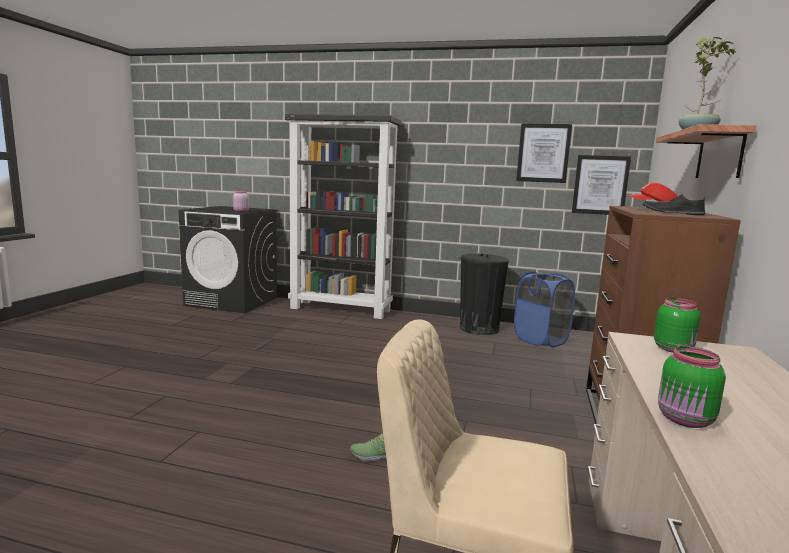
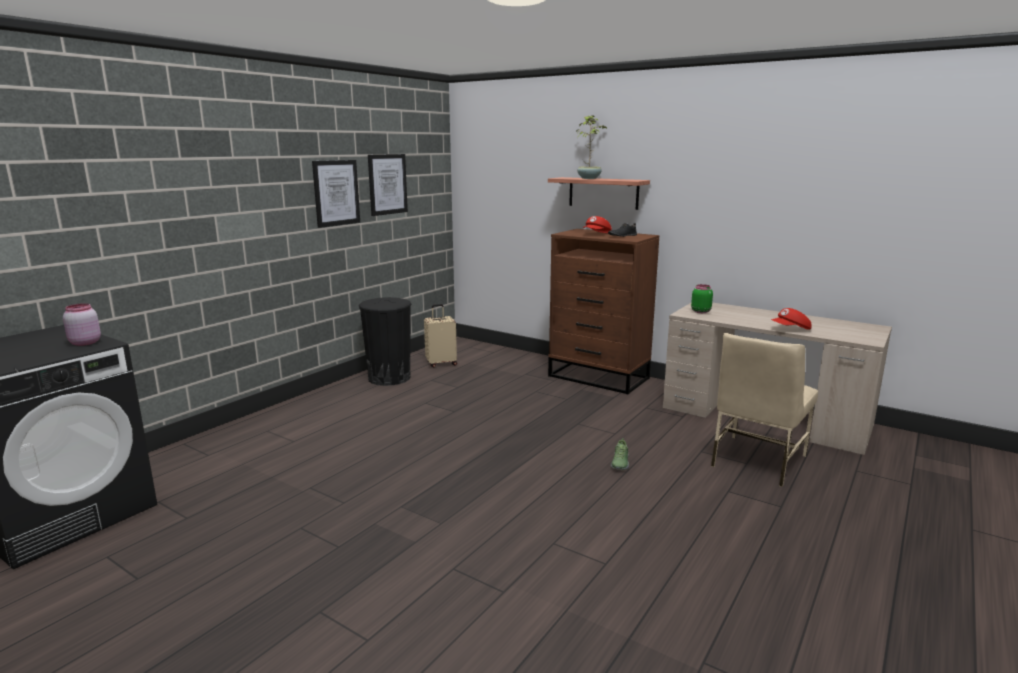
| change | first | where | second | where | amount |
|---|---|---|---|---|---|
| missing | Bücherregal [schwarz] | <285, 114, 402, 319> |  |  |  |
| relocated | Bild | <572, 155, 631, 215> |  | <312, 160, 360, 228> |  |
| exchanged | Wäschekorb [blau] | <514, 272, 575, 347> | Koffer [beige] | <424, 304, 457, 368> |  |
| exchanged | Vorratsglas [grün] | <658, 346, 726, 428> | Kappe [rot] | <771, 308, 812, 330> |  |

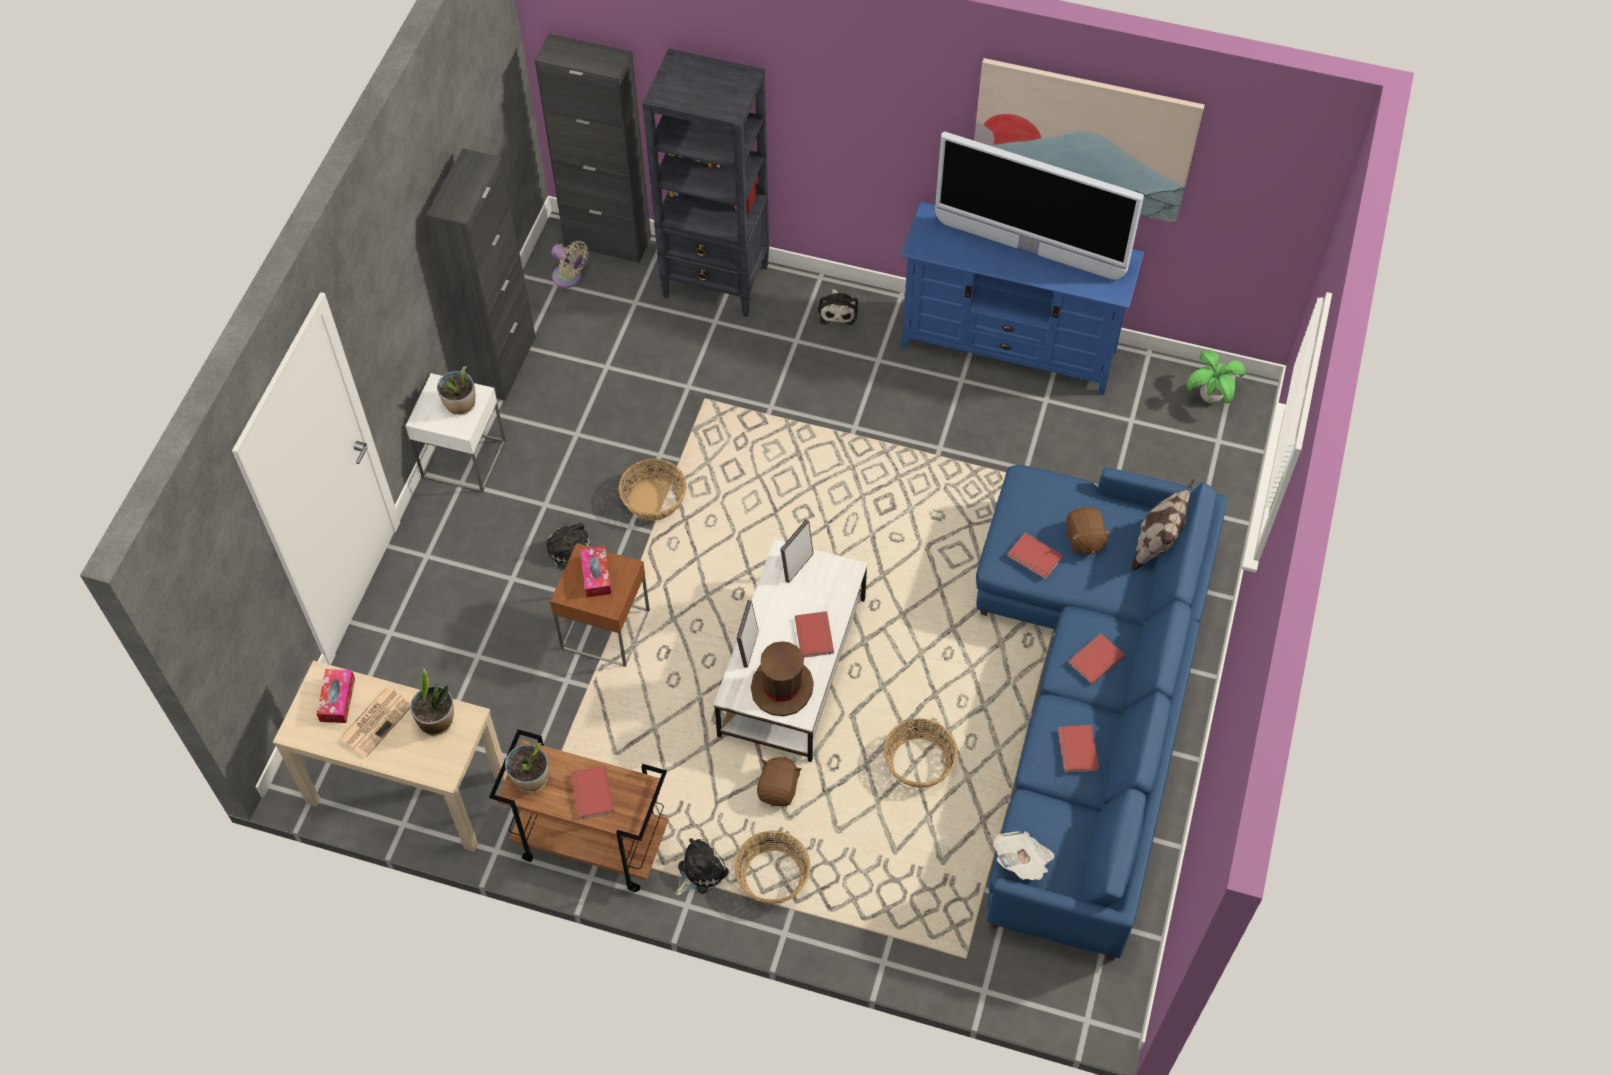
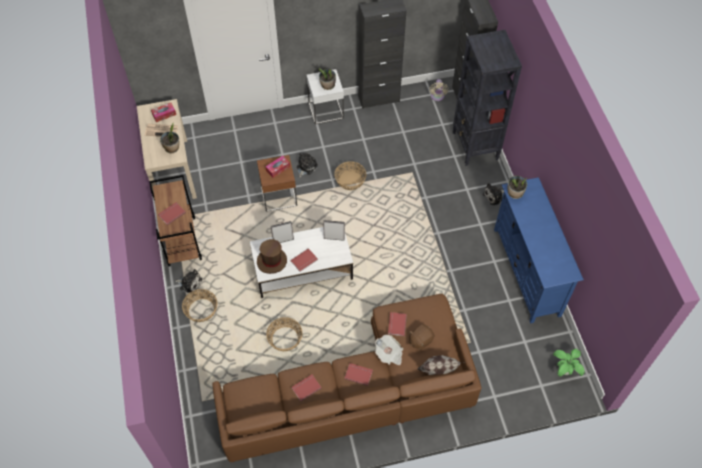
| change | first | where | second | where | amount |
|---|---|---|---|---|---|
| missing | Bild | <974, 58, 1205, 223> |  |  |  |
| missing | Fernseher | <935, 131, 1144, 279> |  |  |  |
| colour | Sofa [blau] | <976, 465, 1227, 961> | Sofa [braun] | <212, 294, 481, 462> |  |
| relocated | Topfpflanze | <505, 743, 549, 793> |  | <507, 176, 527, 199> |  |
| missing | Plüschtier [braun] | <757, 757, 802, 806> |  |  |  |
| relocated | Zeitung | <993, 831, 1055, 880> |  | <375, 335, 403, 365> |  |

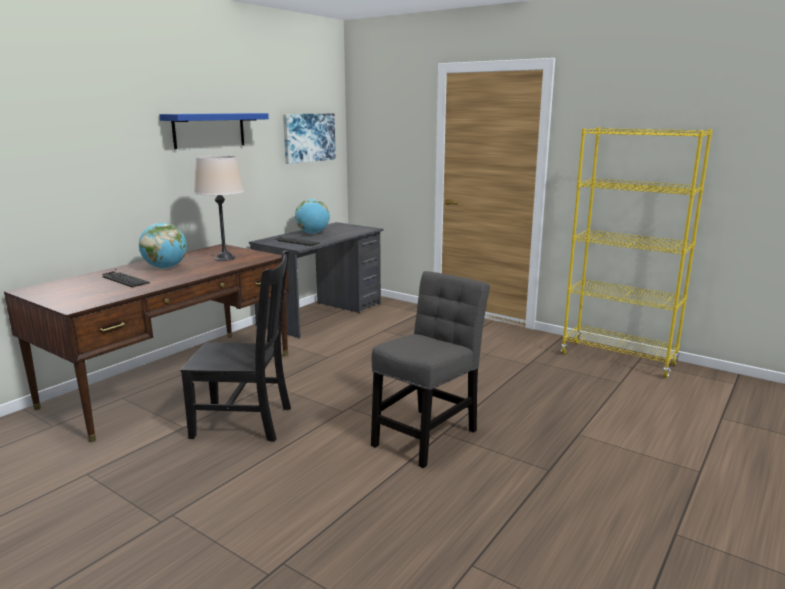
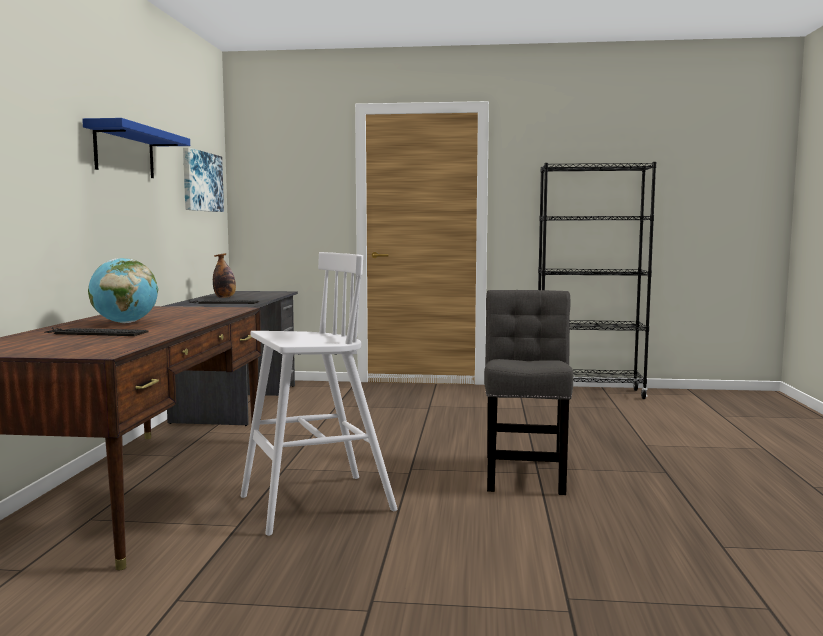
| change | first | where | second | where | amount |
|---|---|---|---|---|---|
| colour | Bücherregal [gelb] | <561, 127, 713, 378> | Bücherregal [schwarz] | <538, 162, 656, 399> |  |
| missing | Tischlampe [beige] | <194, 156, 244, 261> |  |  |  |
| exchanged | Globus | <295, 199, 330, 234> | Flasche | <213, 253, 236, 298> |  |
| exchanged | Stuhl [schwarz] | <180, 250, 291, 442> | Hocker [weiß] | <240, 252, 398, 536> |  |

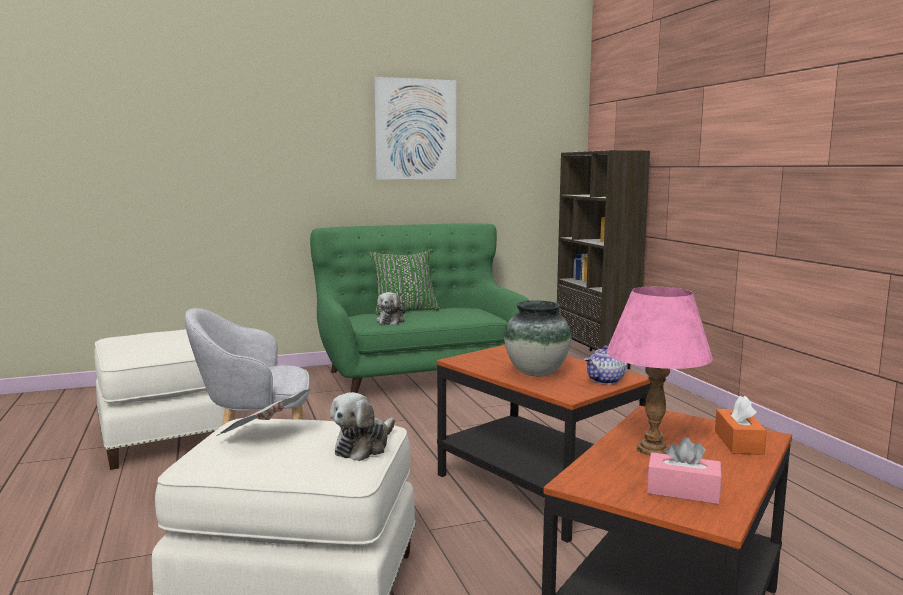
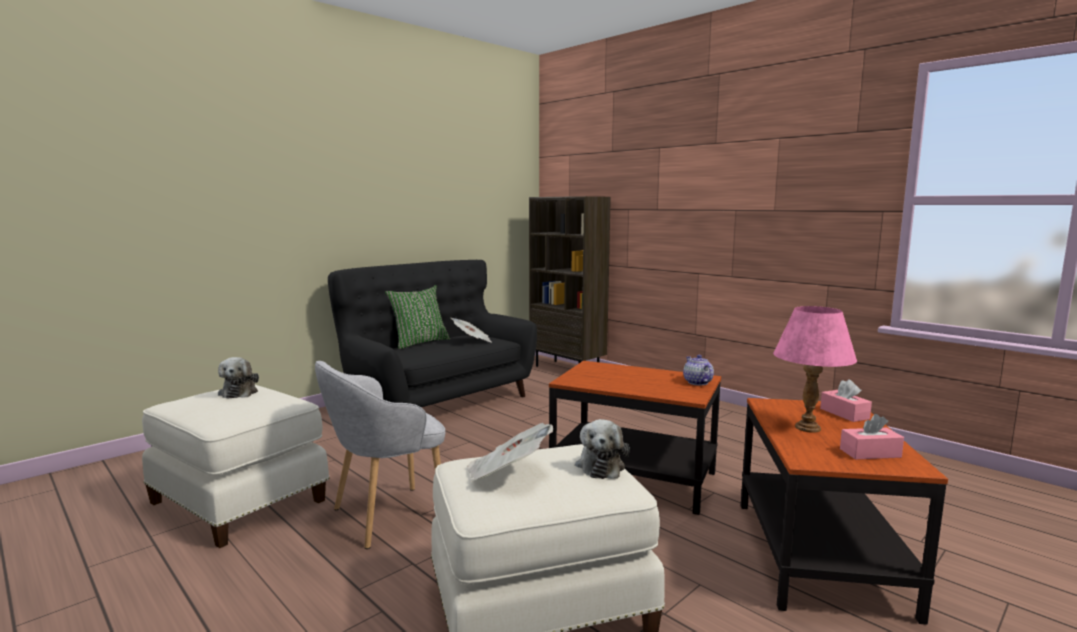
| change | first | where | second | where | amount |
|---|---|---|---|---|---|
| missing | Bild | <374, 77, 456, 180> |  |  |  |
| colour | Sofa [grün] | <310, 223, 529, 393> | Sofa [schwarz] | <328, 260, 537, 407> |  |
| relocated | Plüschtier | <376, 292, 406, 325> |  | <218, 357, 259, 398> |  |
| missing | Vase | <504, 301, 572, 376> |  |  |  |
| spun | Teekanne | <584, 345, 628, 384> |  | <683, 355, 714, 385> | 135 degrees clockwise |
| colour | Taschentuchbox [orange] | <715, 395, 767, 455> | Taschentuchbox [rosa] | <820, 379, 872, 422> |  |
| appeared |  |  | Zeitung | <451, 318, 492, 342> |  |

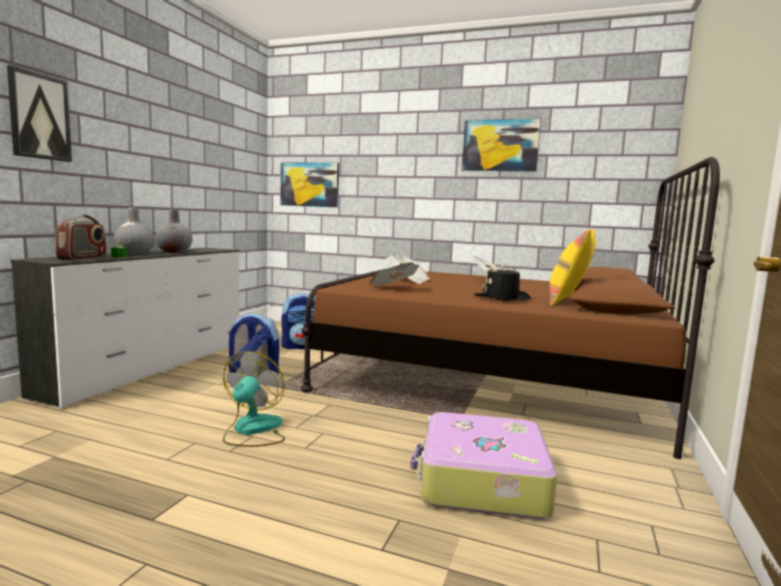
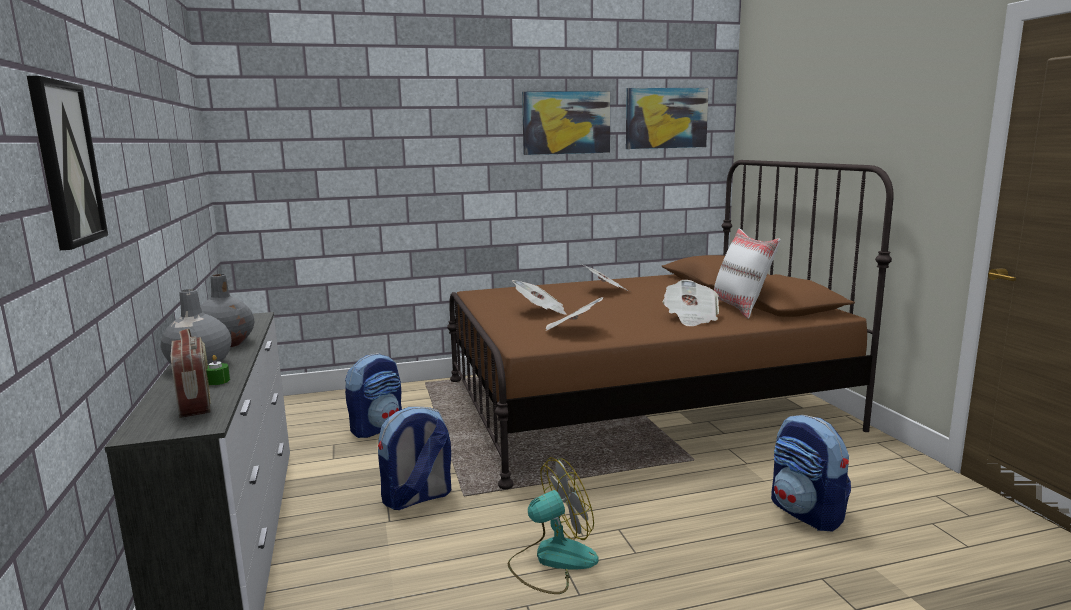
| change | first | where | second | where | amount |
|---|---|---|---|---|---|
| relocated | Bild | <280, 163, 339, 208> |  | <626, 88, 709, 149> |  |
| colour | Kissen [gelb] | <550, 229, 597, 306> | Kissen [weiß] | <714, 228, 781, 319> |  |
| exchanged | Hut [schwarz] | <474, 265, 531, 301> | Zeitung | <663, 280, 719, 326> |  |
| spun | Ventilator | <223, 351, 285, 447> |  | <508, 457, 599, 594> | 90 degrees clockwise |
| exchanged | Koffer | <410, 412, 557, 519> | Rucksack | <771, 415, 851, 532> |  |

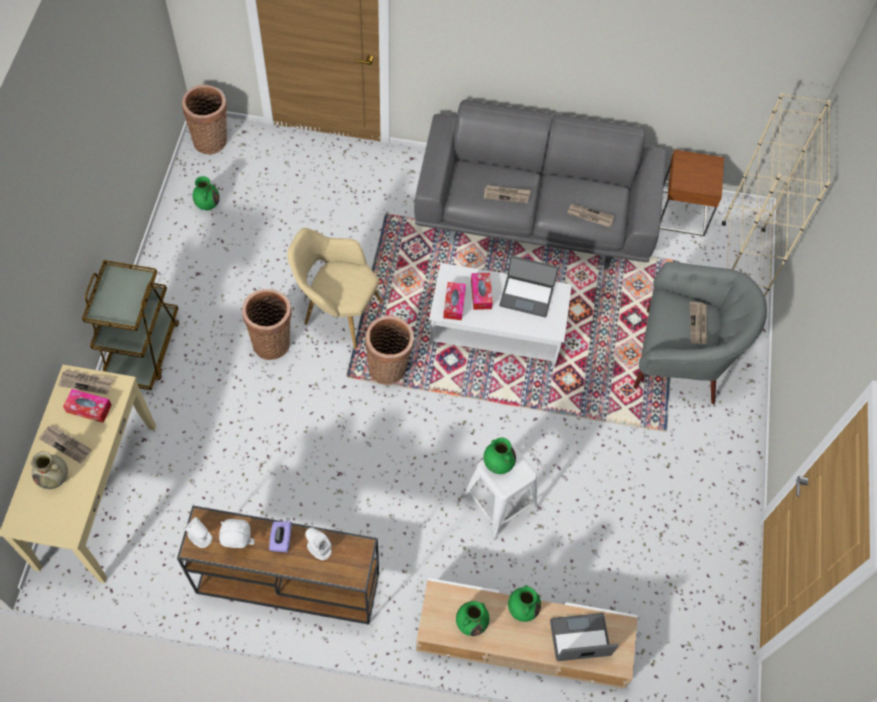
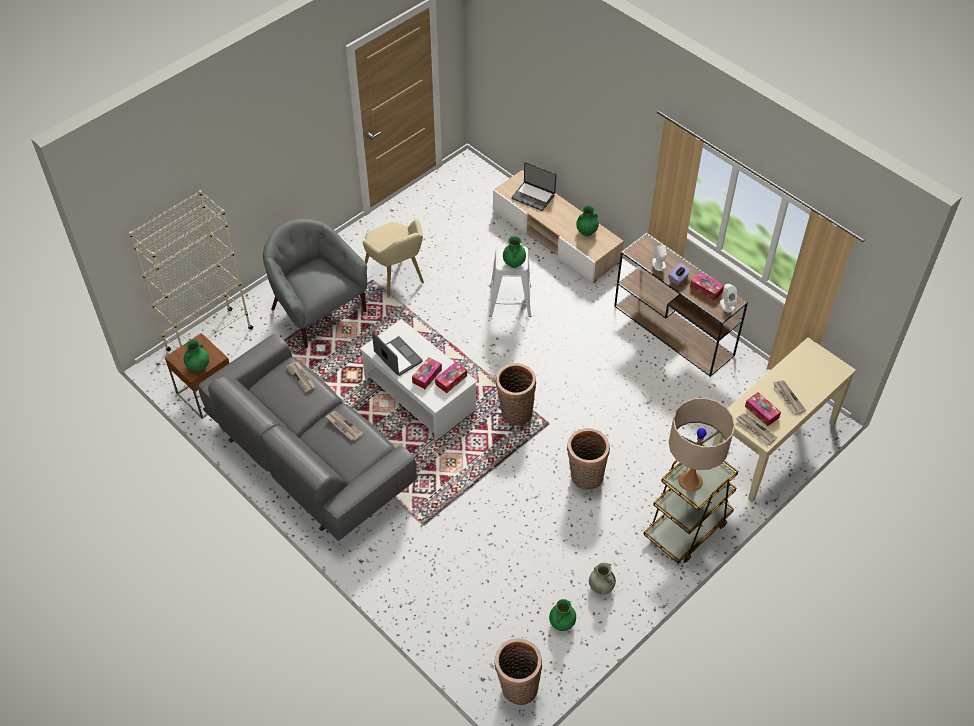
| change | first | where | second | where | amount |
|---|---|---|---|---|---|
| relocated | Sessel [beige] | <288, 228, 382, 349> |  | <363, 219, 424, 298> |  |
| missing | Zeitung | <690, 302, 707, 344> |  |  |  |
| relocated | Vase [beige] | <30, 451, 68, 489> |  | <589, 563, 616, 595> |  |
| exchanged | Plüschtier [weiß] | <219, 519, 255, 548> | Taschentuchbox | <690, 272, 724, 301> |  |
| relocated | Vase [grün] | <508, 585, 541, 622> |  | <184, 340, 209, 372> |  |
| appeared |  |  | Tischlampe [beige] | <669, 398, 735, 491> |  |

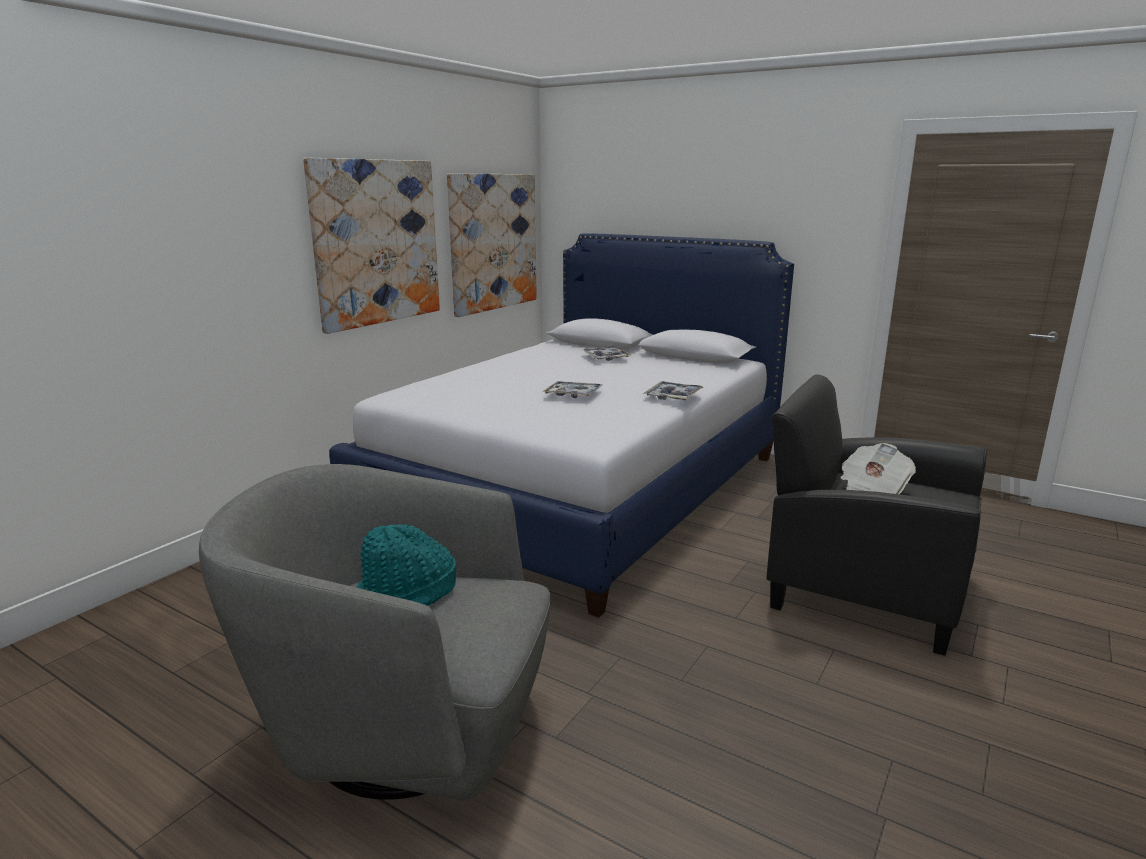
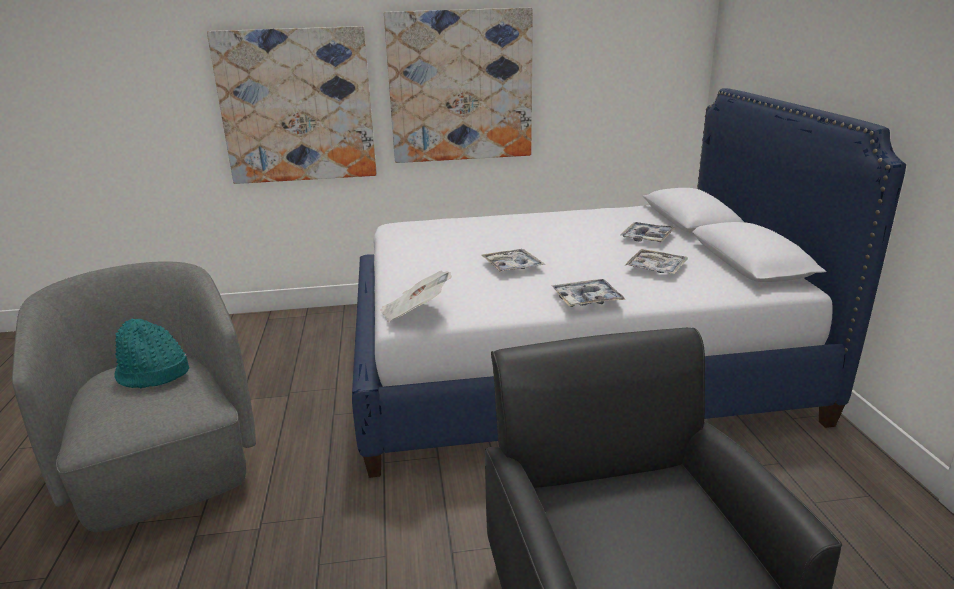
| change | first | where | second | where | amount |
|---|---|---|---|---|---|
| relocated | Bild | <447, 174, 537, 317> |  | <207, 26, 377, 184> |  |
| relocated | Zeitung | <841, 443, 916, 494> |  | <381, 271, 451, 322> |  |
| appeared |  |  | Tablett | <625, 249, 688, 274> |  |

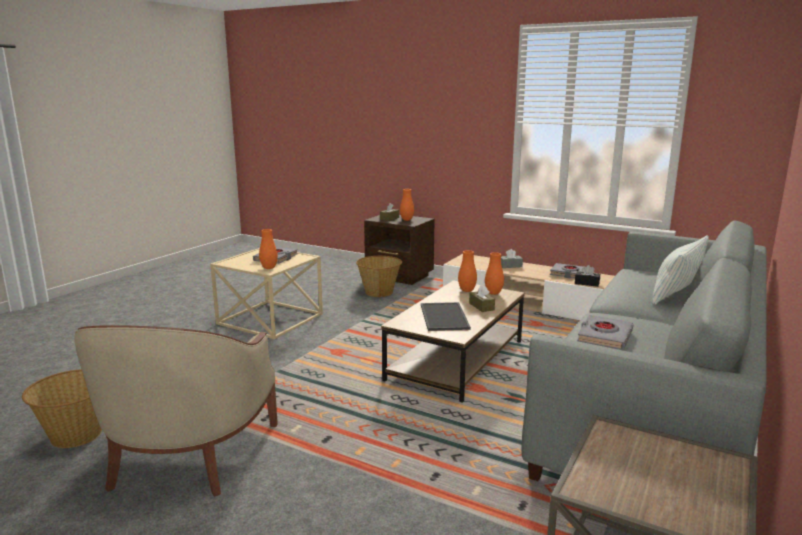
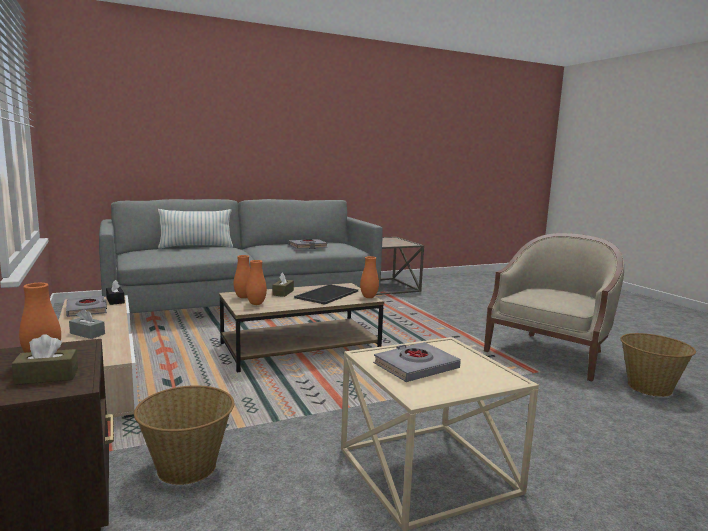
| change | first | where | second | where | amount |
|---|---|---|---|---|---|
| relocated | Vase [orange] | <259, 229, 278, 269> |  | <360, 256, 379, 298> |  |

